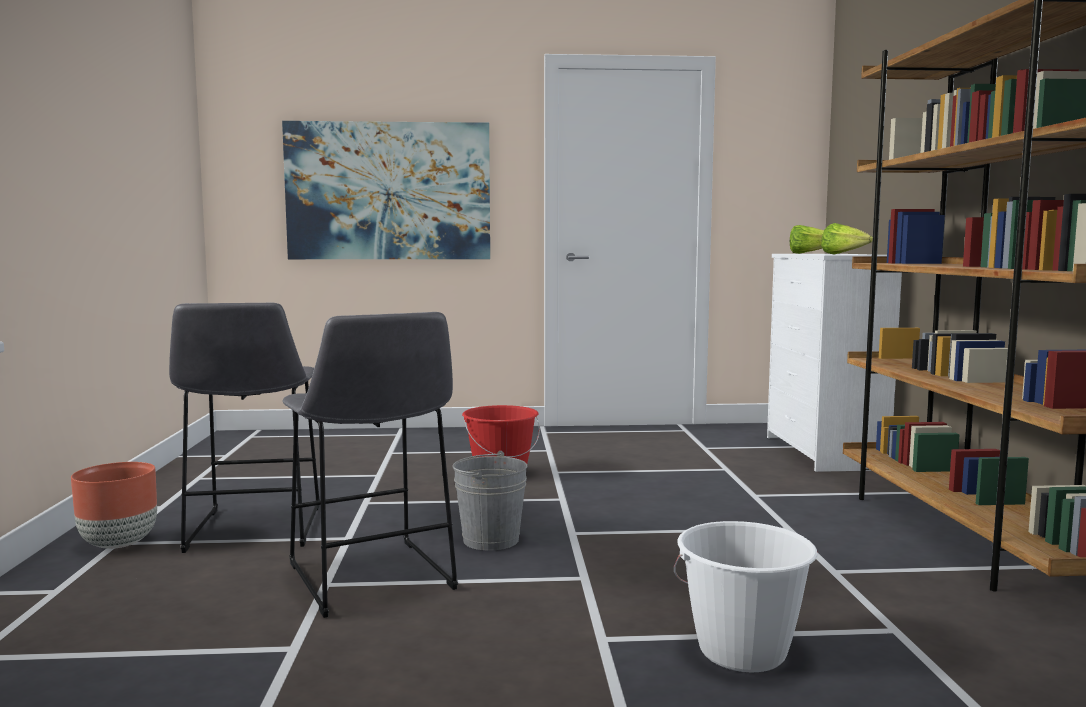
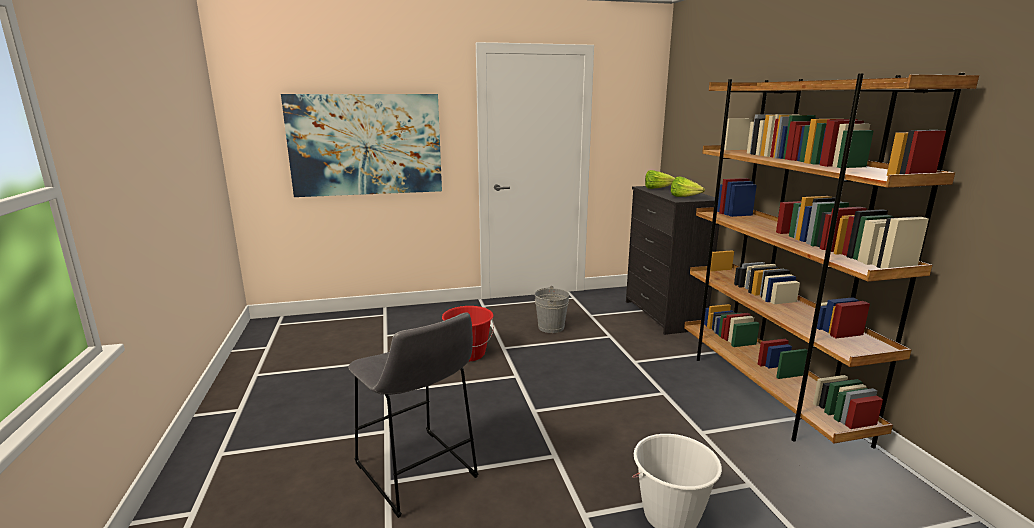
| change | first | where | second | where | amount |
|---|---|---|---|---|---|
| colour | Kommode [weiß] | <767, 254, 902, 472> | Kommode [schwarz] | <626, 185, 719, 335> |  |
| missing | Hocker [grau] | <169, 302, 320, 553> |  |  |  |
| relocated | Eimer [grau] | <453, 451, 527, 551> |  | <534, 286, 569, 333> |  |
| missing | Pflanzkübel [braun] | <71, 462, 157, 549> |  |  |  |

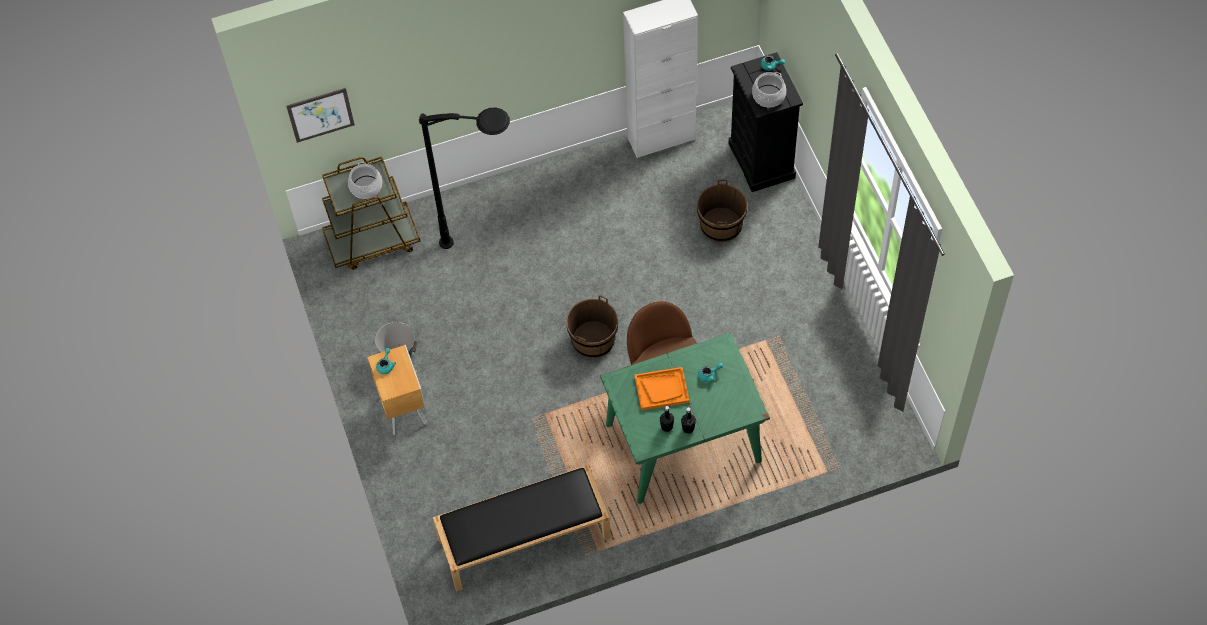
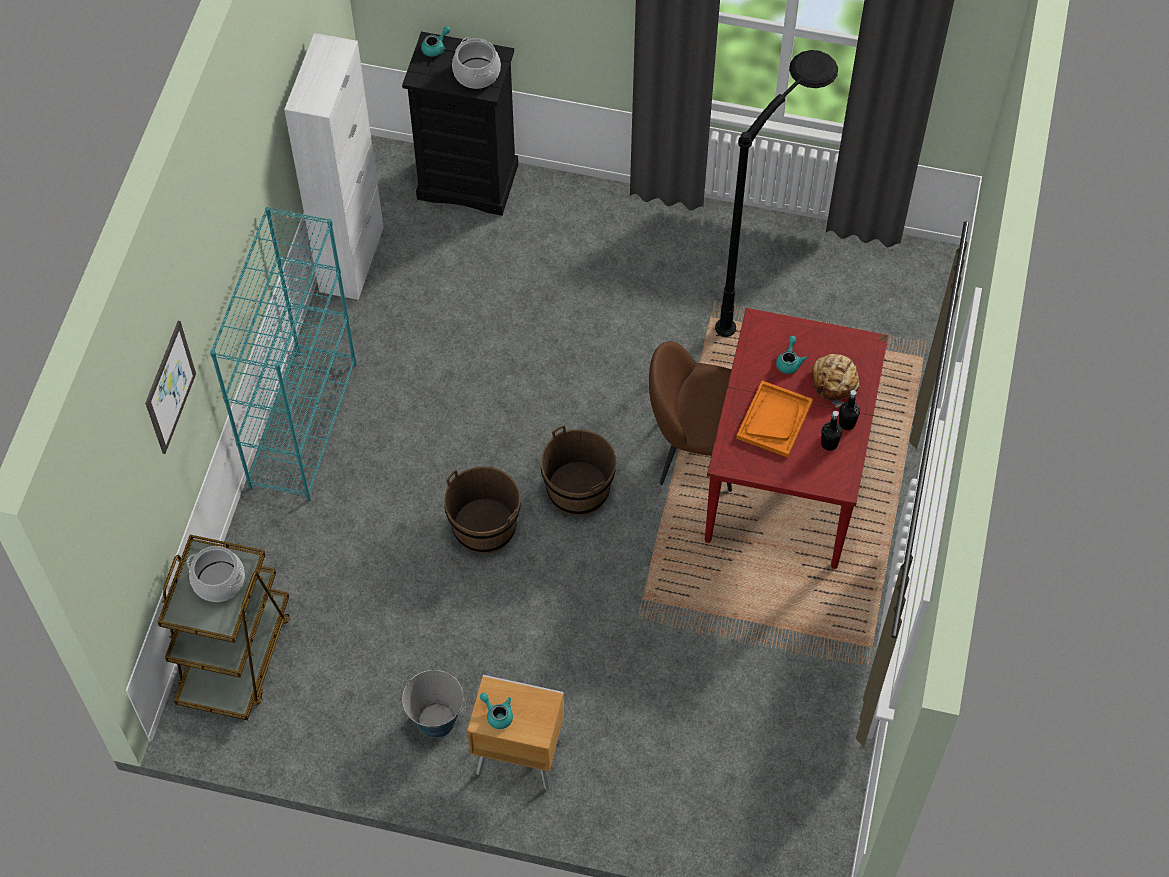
| change | first | where | second | where | amount |
|---|---|---|---|---|---|
| relocated | Bild | <286, 88, 355, 143> |  | <145, 321, 196, 454> |  |
| relocated | Stehlampe [schwarz] | <419, 108, 510, 249> |  | <715, 50, 838, 337> |  |
| relocated | Eimer [braun] | <697, 179, 747, 242> |  | <444, 467, 521, 554> |  |
| colour | Esstisch [grün] | <600, 332, 770, 504> | Esstisch [rot] | <705, 308, 889, 569> |  |
| missing | Bank [schwarz] | <433, 465, 611, 592> |  |  |  |
| appeared |  |  | Bücherregal [türkis] | <210, 207, 357, 501> |  |
| appeared |  |  | Brot | <811, 354, 860, 408> |  |

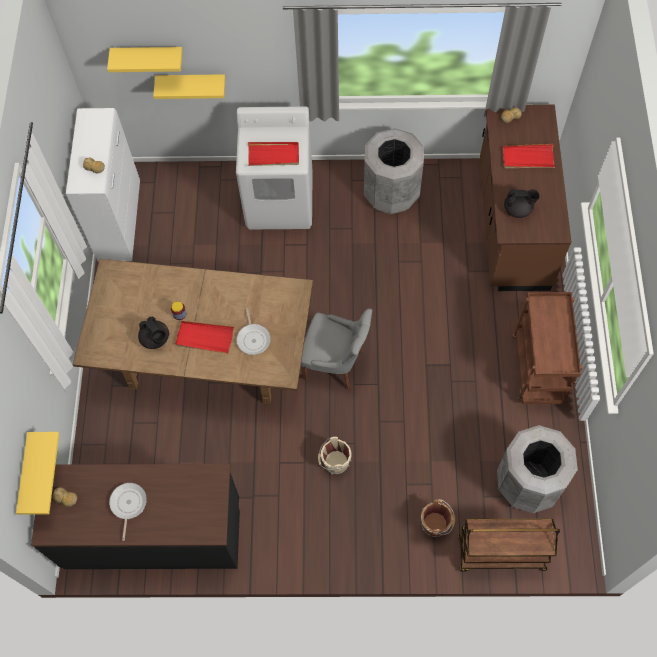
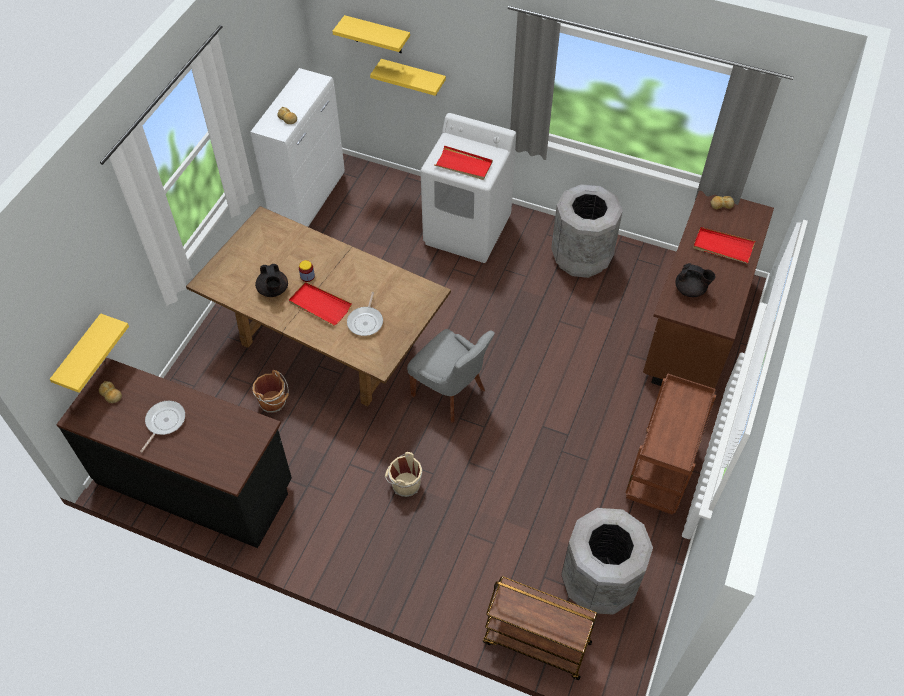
| change | first | where | second | where | amount |
|---|---|---|---|---|---|
| relocated | Eimer [braun] | <421, 499, 455, 537> |  | <253, 370, 289, 413> |  |

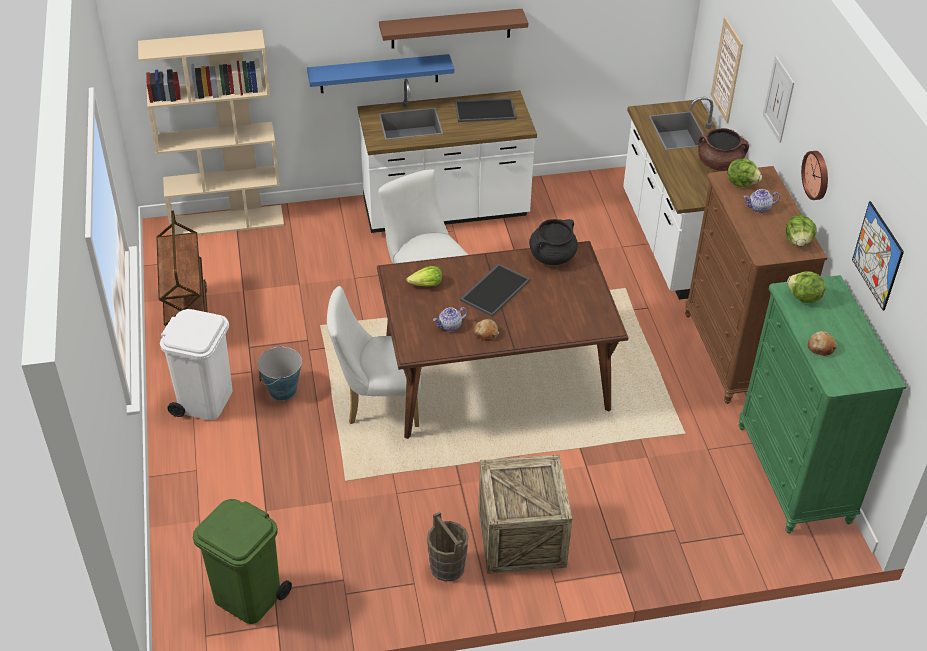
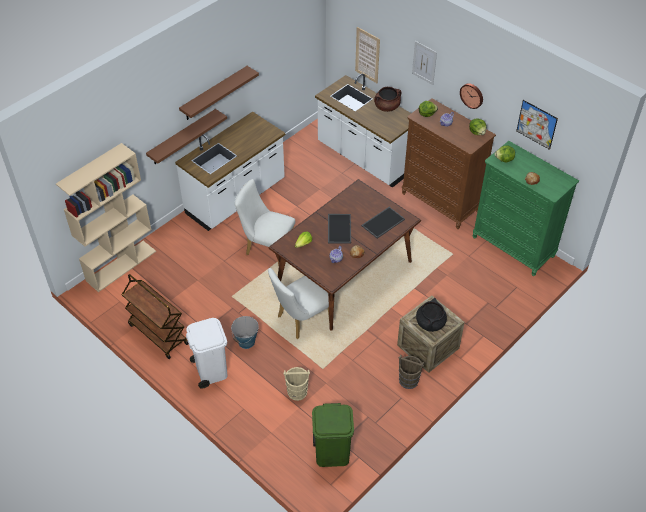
| change | first | where | second | where | amount |
|---|---|---|---|---|---|
| colour | Wandregal [blau] | <307, 54, 454, 93> | Wandregal [braun] | <146, 109, 227, 164> |  |
| relocated | Tablett | <455, 98, 516, 122> |  | <361, 207, 405, 239> |  |
| relocated | Kochtopf [schwarz] | <529, 219, 578, 265> |  | <416, 298, 447, 332> |  |
| appeared |  |  | Eimer [beige] | <283, 367, 310, 401> |  |

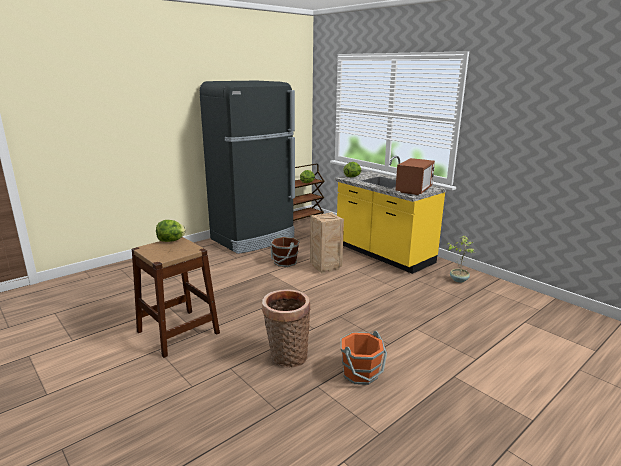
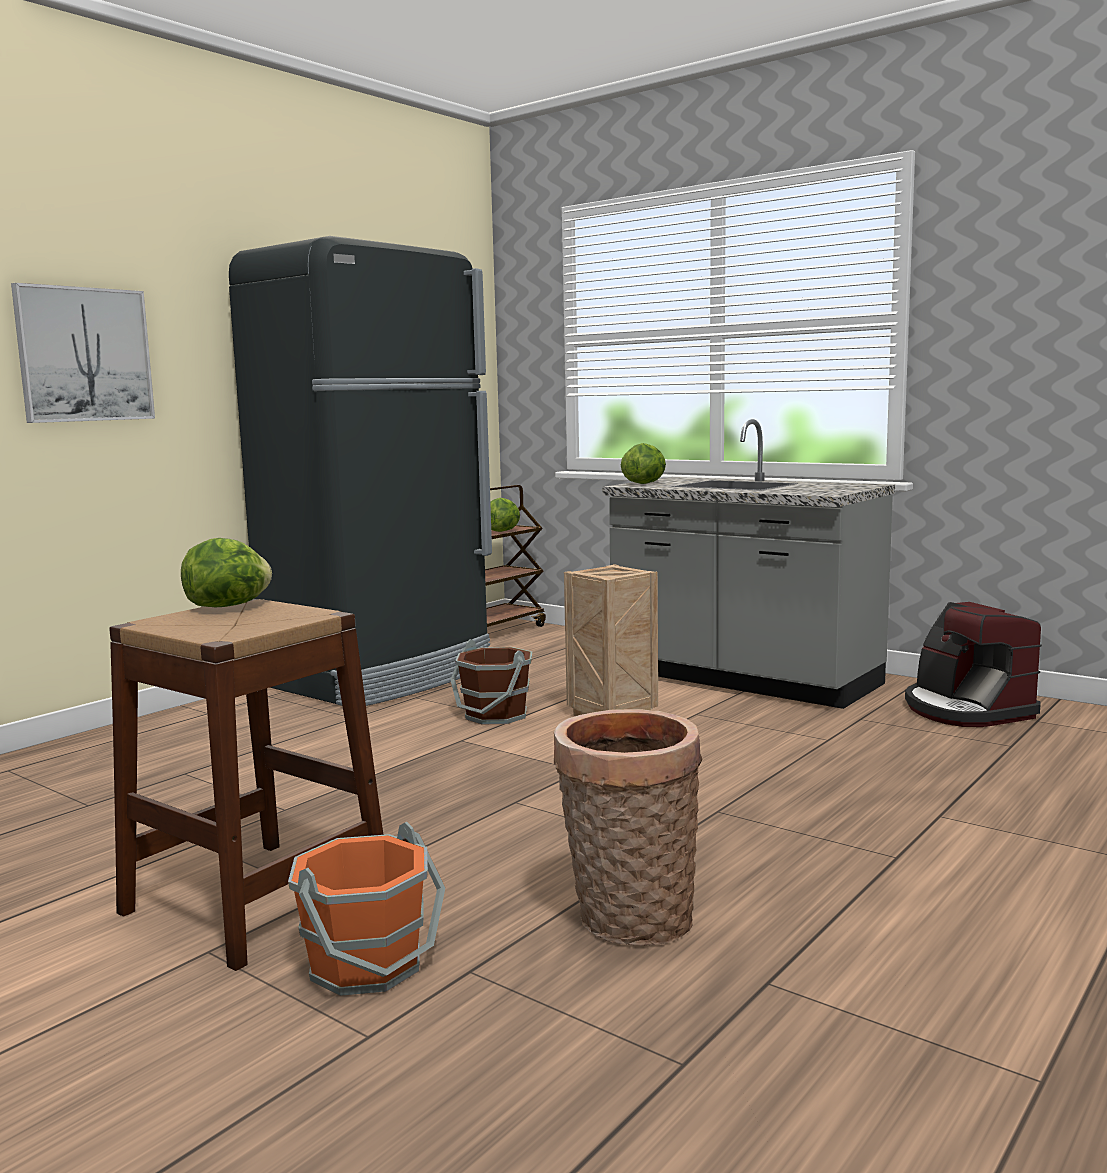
| change | first | where | second | where | amount |
|---|---|---|---|---|---|
| colour | Küchenzeile [gelb] | <335, 156, 446, 274> | Küchenzeile [grau] | <602, 419, 895, 709> |  |
| missing | Mikrowelle | <395, 158, 435, 195> |  |  |  |
| exchanged | Topfpflanze | <448, 236, 475, 283> | Kaffeemaschine | <905, 602, 1042, 727> |  |
| relocated | Eimer [orange] | <341, 331, 387, 385> |  | <288, 822, 445, 996> |  |
| appeared |  |  | Bild | <11, 283, 155, 423> |  |

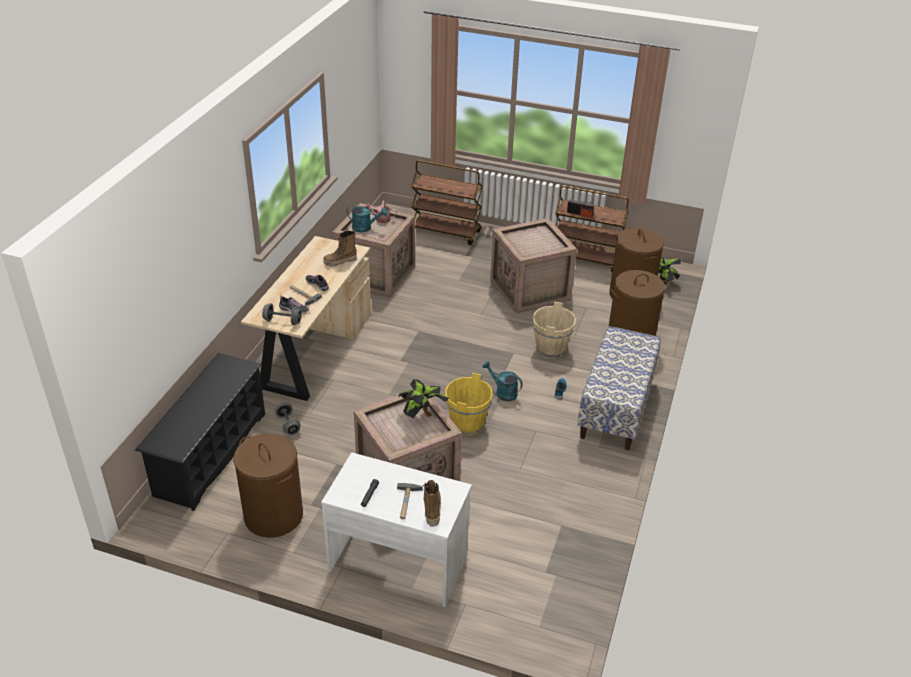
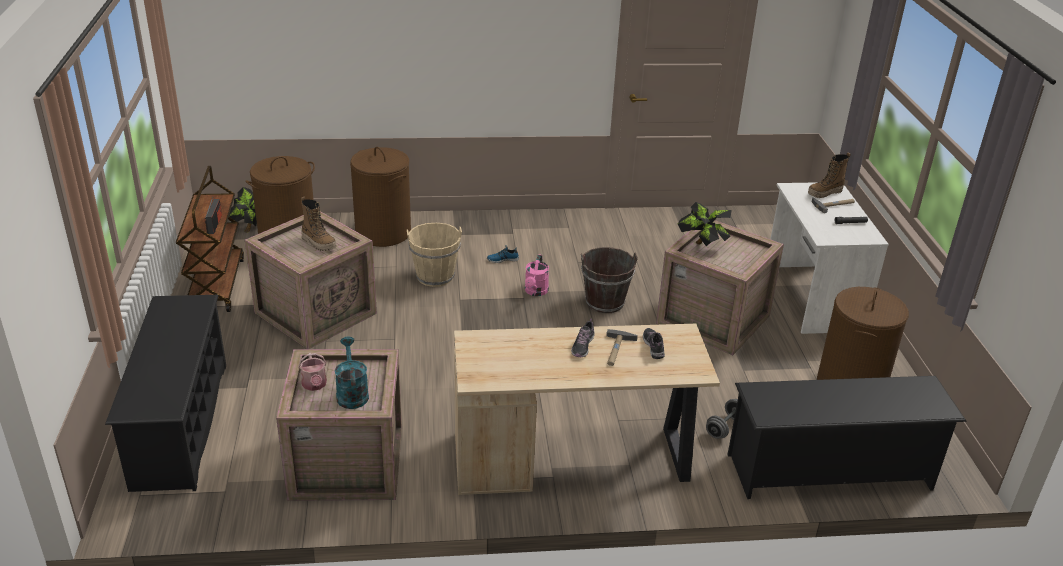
| change | first | where | second | where | amount |
|---|---|---|---|---|---|
| exchanged | Rollwagen [braun] | <411, 160, 483, 245> | Schuhregal [schwarz] | <105, 295, 226, 492> |  |
| relocated | Stiefel | <323, 230, 357, 266> |  | <301, 197, 337, 251> |  |
| missing | Hantel [grau] | <262, 303, 302, 325> |  |  |  |
| missing | Bank | <577, 326, 661, 450> |  |  |  |
| colour | Gießkanne [türkis] | <482, 361, 523, 401> | Gießkanne [rosa] | <525, 254, 549, 296> |  |
| colour | Eimer [gelb] | <445, 373, 493, 435> | Eimer [braun] | <581, 247, 638, 313> |  |

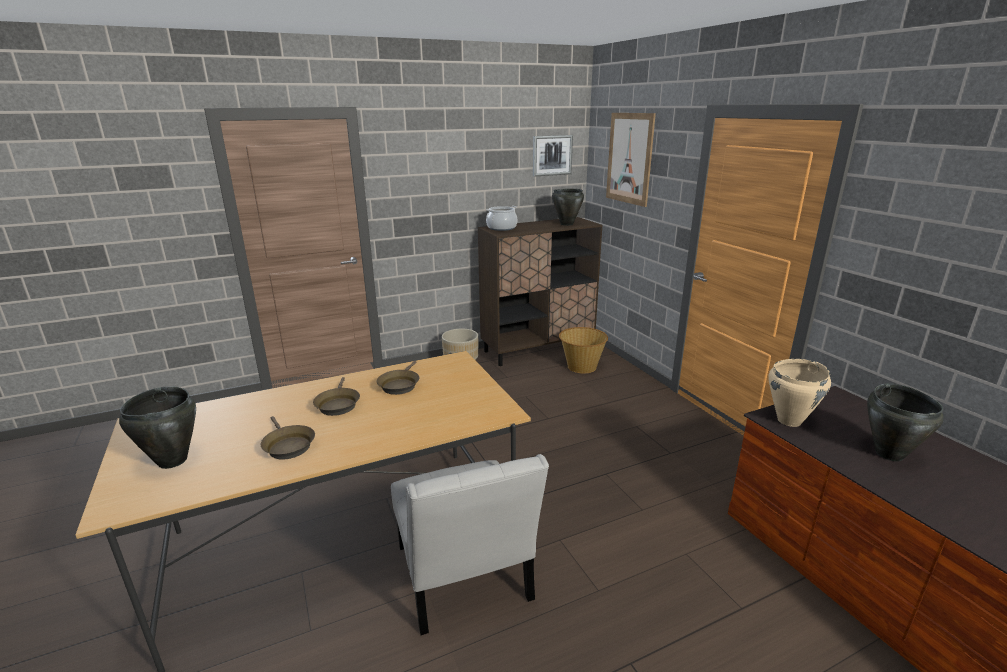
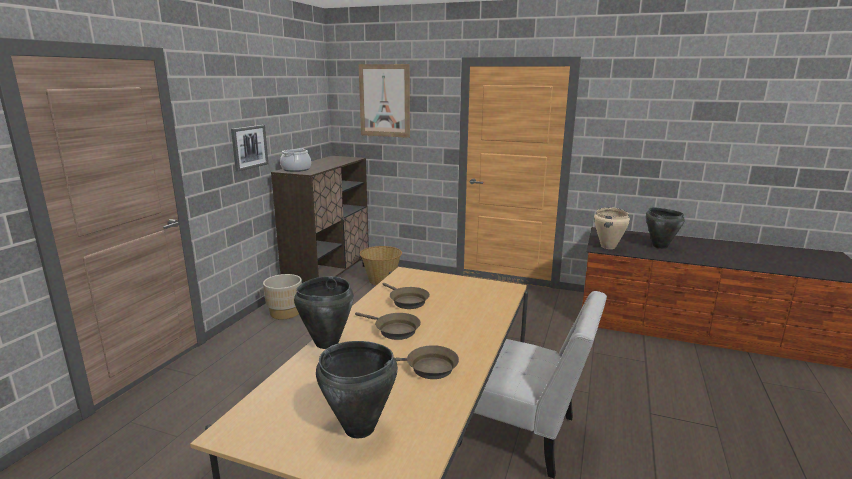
| change | first | where | second | where | amount |
|---|---|---|---|---|---|
| relocated | Bild | <533, 135, 573, 177> |  | <231, 125, 268, 172> |  |
| relocated | Kochtopf [schwarz] | <552, 189, 584, 226> |  | <294, 276, 354, 349> |  |

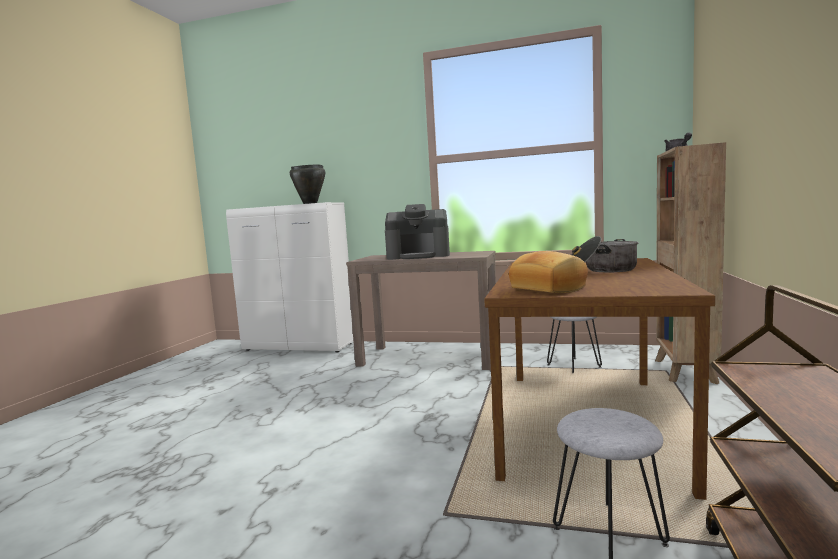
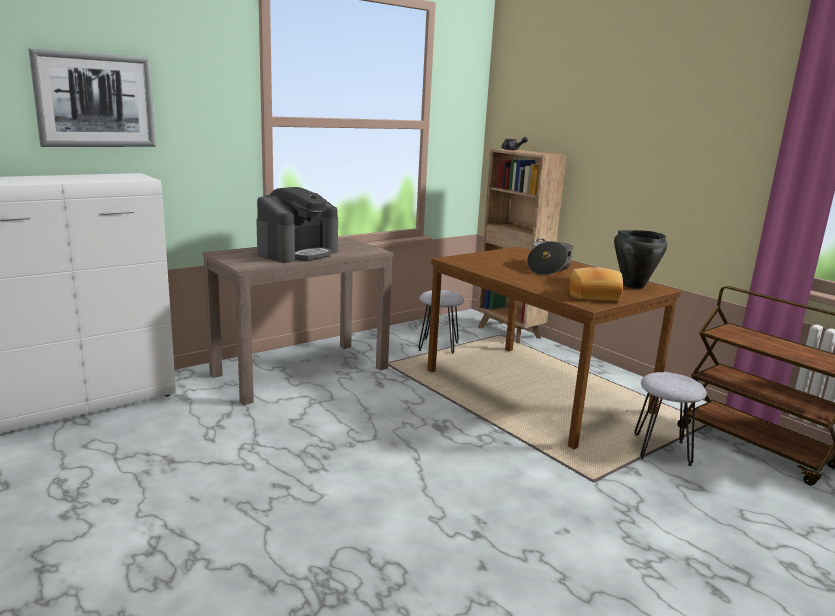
| change | first | where | second | where | amount |
|---|---|---|---|---|---|
| relocated | Kochtopf [schwarz] | <290, 165, 325, 204> |  | <614, 230, 668, 289> |  |
| appeared |  |  | Bild | <28, 48, 156, 147> |  |

